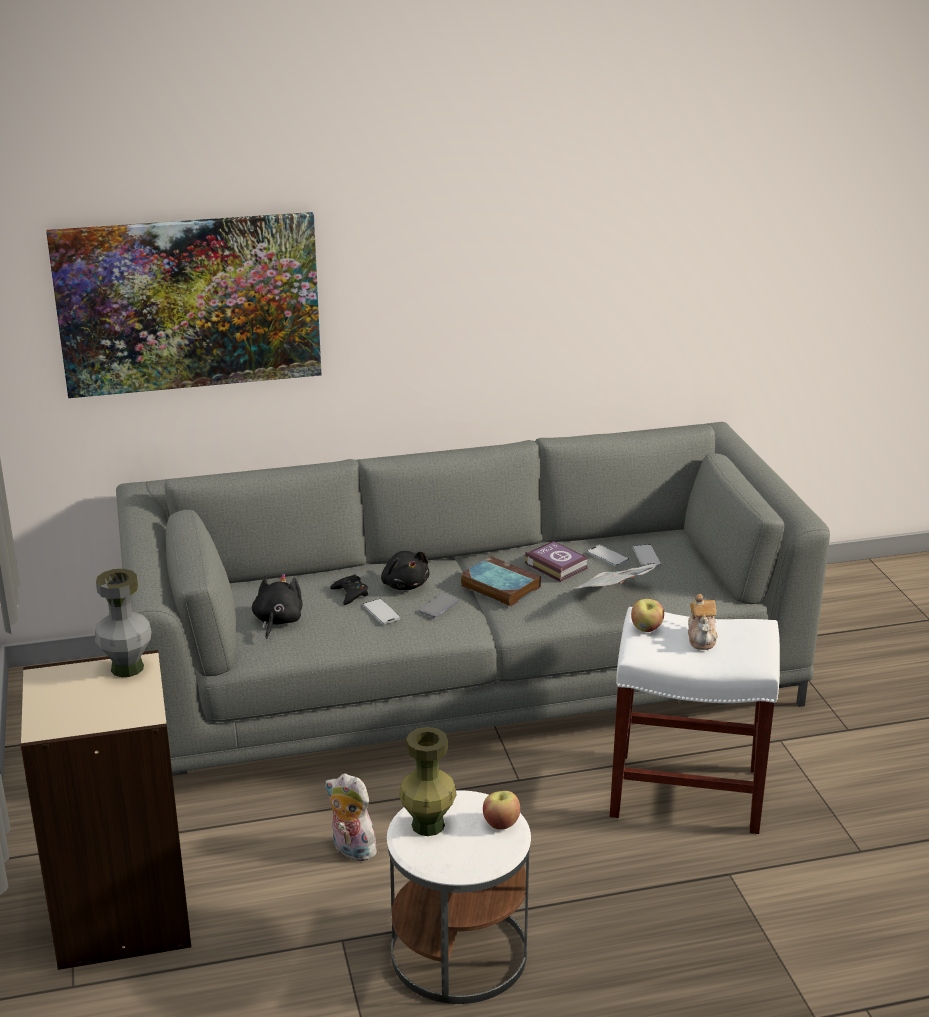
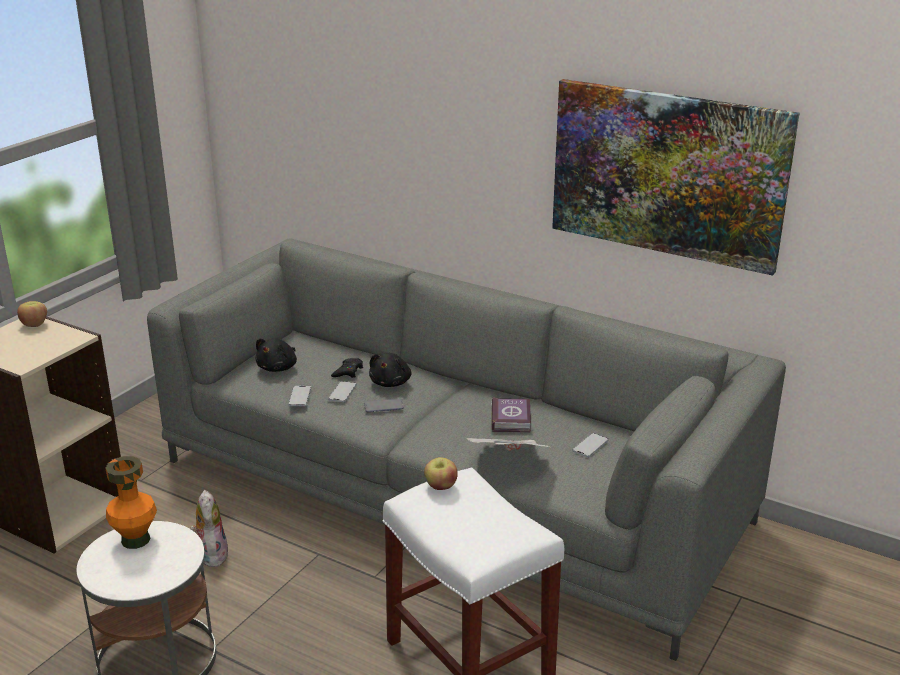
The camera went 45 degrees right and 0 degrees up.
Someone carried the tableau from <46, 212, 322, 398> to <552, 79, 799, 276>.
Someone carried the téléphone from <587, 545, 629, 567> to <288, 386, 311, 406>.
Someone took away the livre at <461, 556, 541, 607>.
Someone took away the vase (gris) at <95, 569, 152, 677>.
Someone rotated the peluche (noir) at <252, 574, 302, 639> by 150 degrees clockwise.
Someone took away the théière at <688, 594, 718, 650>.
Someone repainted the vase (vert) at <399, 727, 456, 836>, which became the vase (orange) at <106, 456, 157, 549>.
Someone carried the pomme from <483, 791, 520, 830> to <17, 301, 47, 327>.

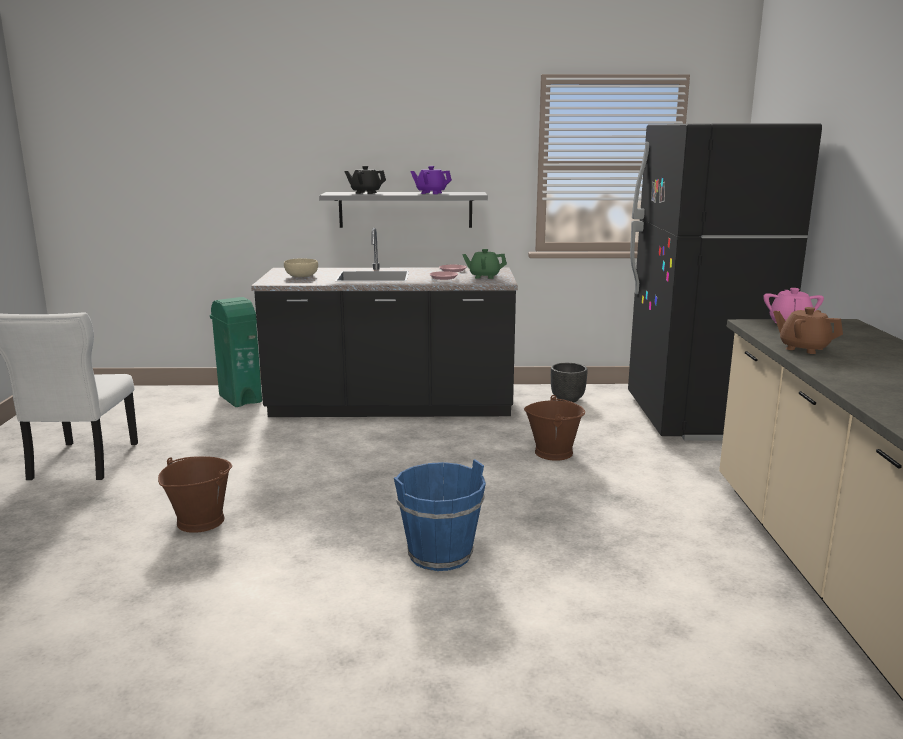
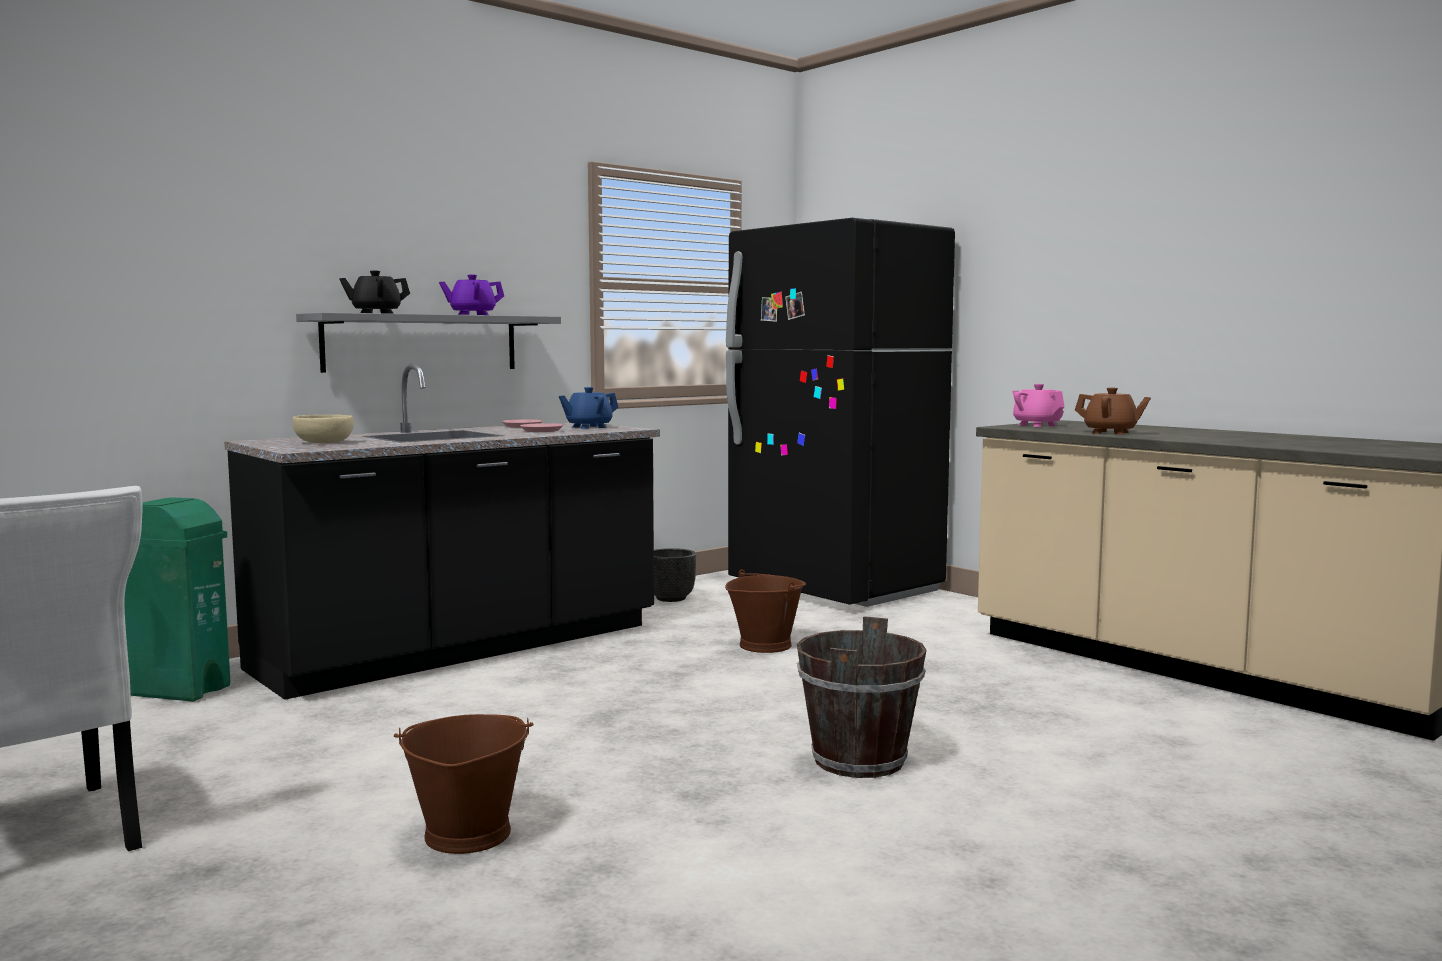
The camera went 40 degrees left and 10 degrees down.
Someone repainted the théière (vert) at <462, 249, 507, 279>, which became the théière (bleu) at <559, 387, 618, 429>.
Someone rotated the théière (marron) at <773, 307, 843, 354> by 150 degrees counterclockwise.
Someone repainted the seau (bleu) at <394, 459, 486, 571>, which became the seau (marron) at <797, 616, 927, 778>.

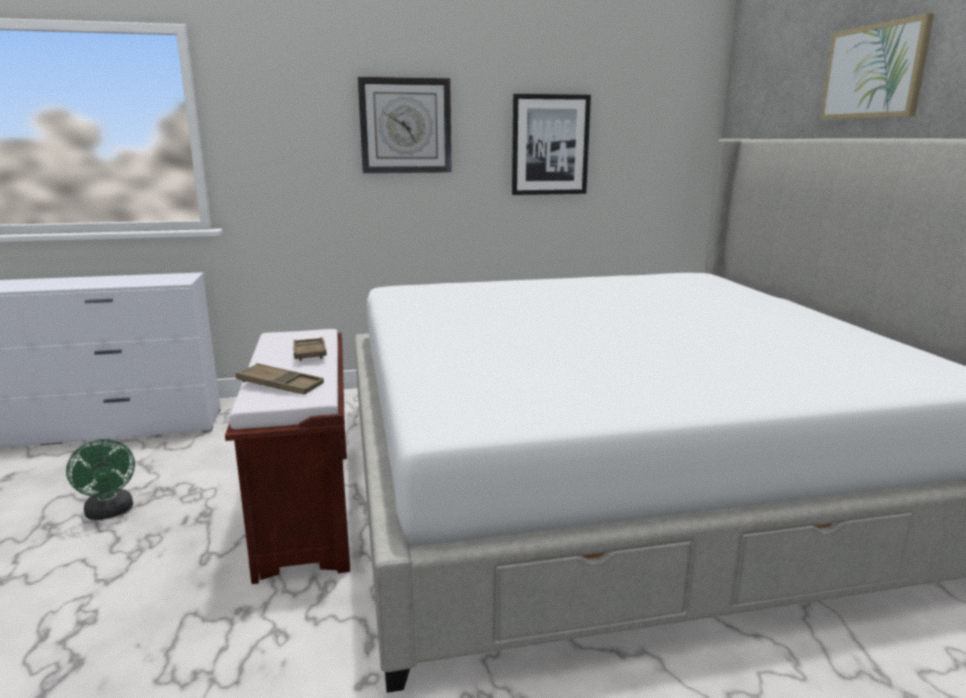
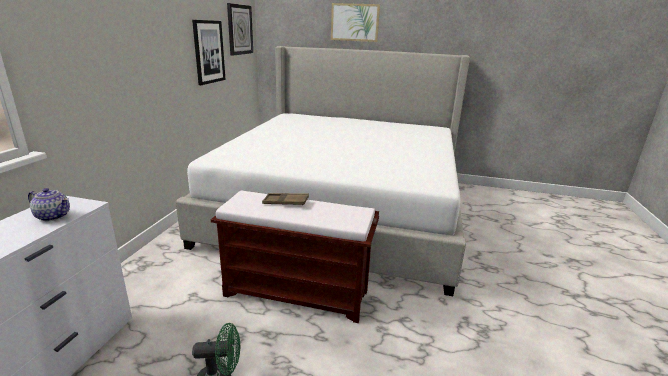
The camera went 65 degrees left and 5 degrees up.
Someone carried the horloge murale from <358, 77, 452, 173> to <227, 3, 253, 56>.
Someone took away the plateau (marron) at <236, 363, 324, 395>.
Someone put down the théière at <28, 188, 70, 221>.

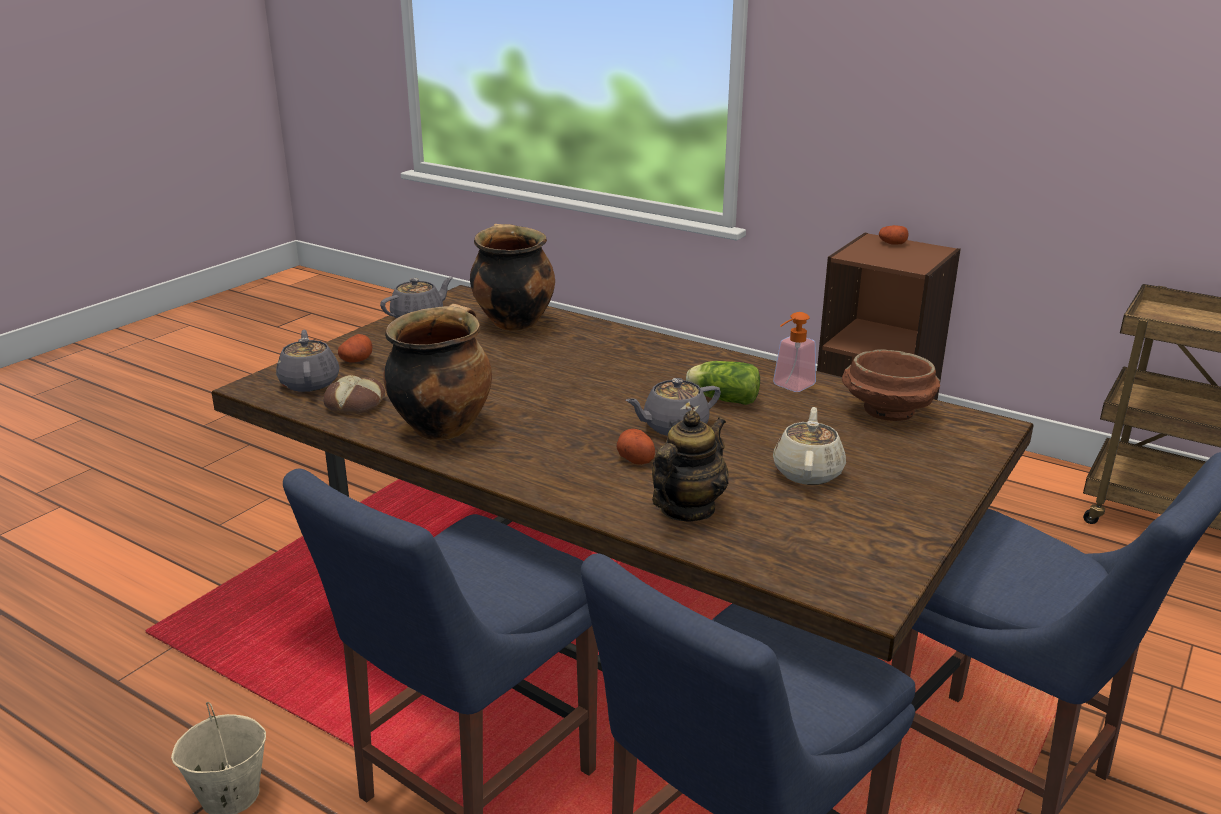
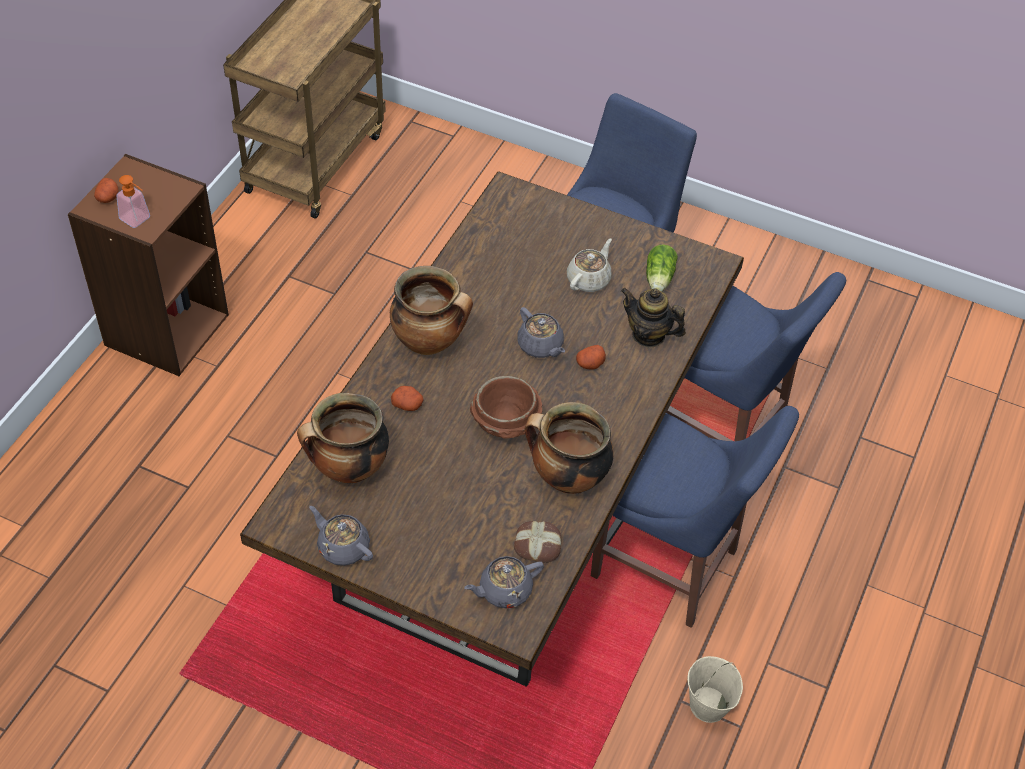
The camera went 100 degrees left and 25 degrees up.
Someone carried the distributeur de savon from <773, 312, 816, 392> to <117, 175, 150, 228>.
Someone carried the pomme de terre from <338, 334, 373, 363> to <391, 386, 424, 411>.
Someone carried the bol (marron) from <842, 350, 940, 421> to <470, 376, 542, 438>.
Someone carried the laitue from <686, 361, 760, 405> to <646, 245, 678, 291>.
Someone rotated the théière (beige) at <773, 407, 846, 485> by 120 degrees clockwise.
Someone put down the marmite at <390, 266, 473, 355>.

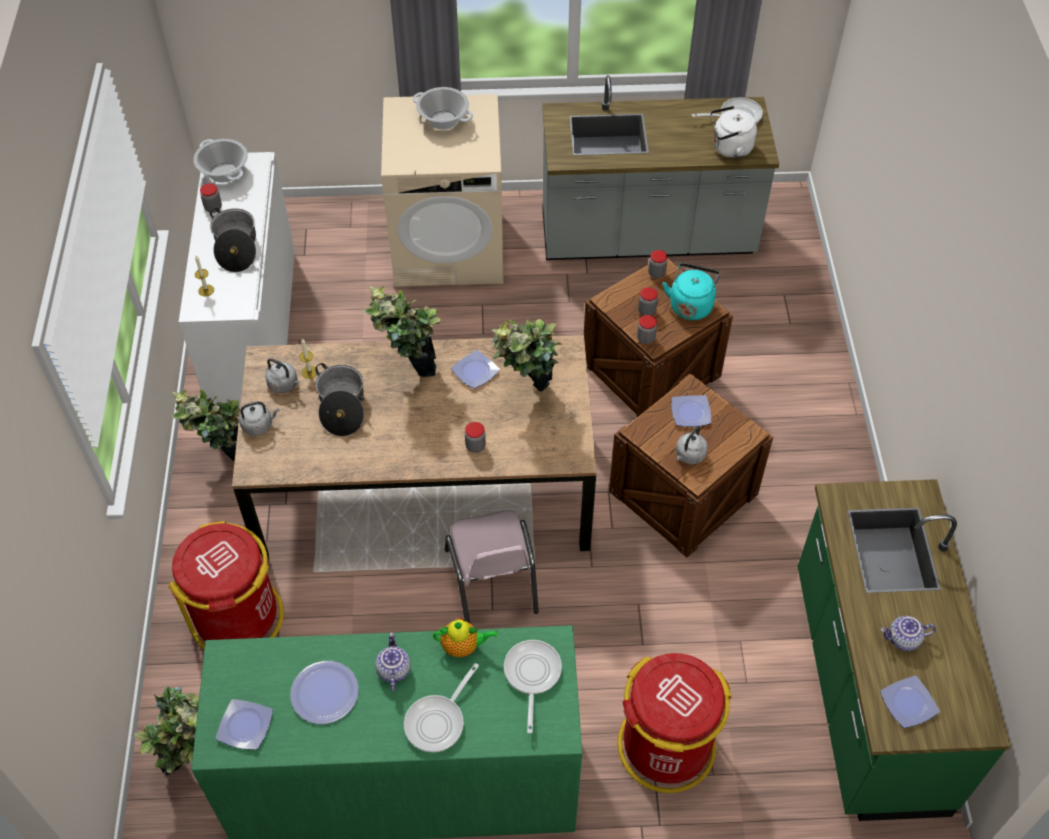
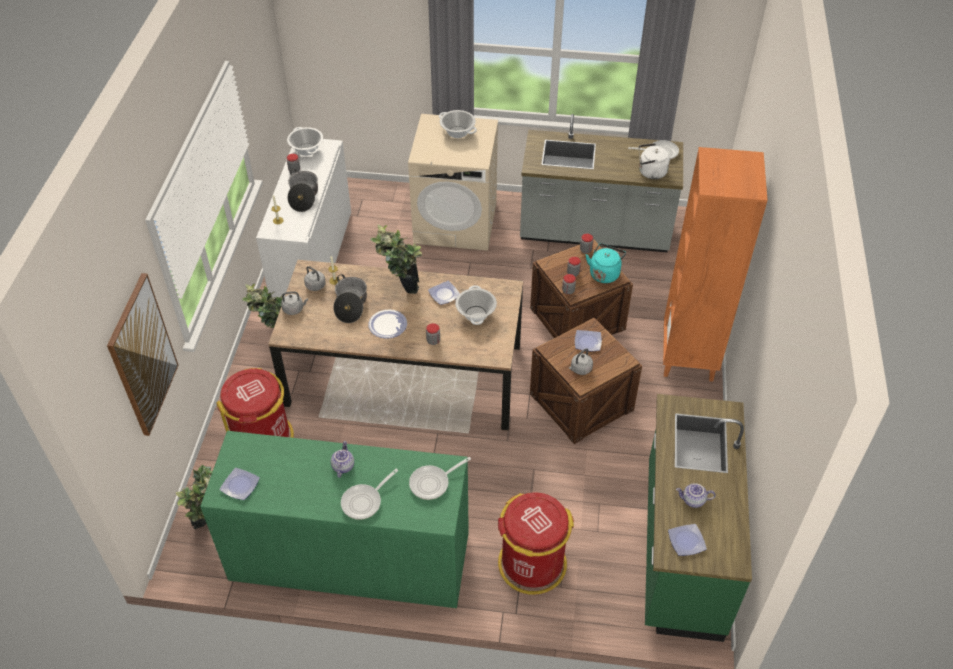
The camera went 10 degrees right and 5 degrees down.
Someone swapped the plante en pot at <491, 319, 562, 392> for the marmite at <455, 285, 497, 325>.
Someone took away the chaise (rose) at <445, 510, 539, 623>.
Someone took away the théière at <433, 618, 498, 658>.
Someone rotated the poêle at <504, 640, 562, 734> by 135 degrees counterclockwise.
Someone carried the assiette from <290, 661, 359, 724> to <368, 309, 407, 339>.
Someone put down the bibliothèque (orange) at <663, 147, 768, 382>.
Someone put up the tableau at <107, 273, 179, 436>.

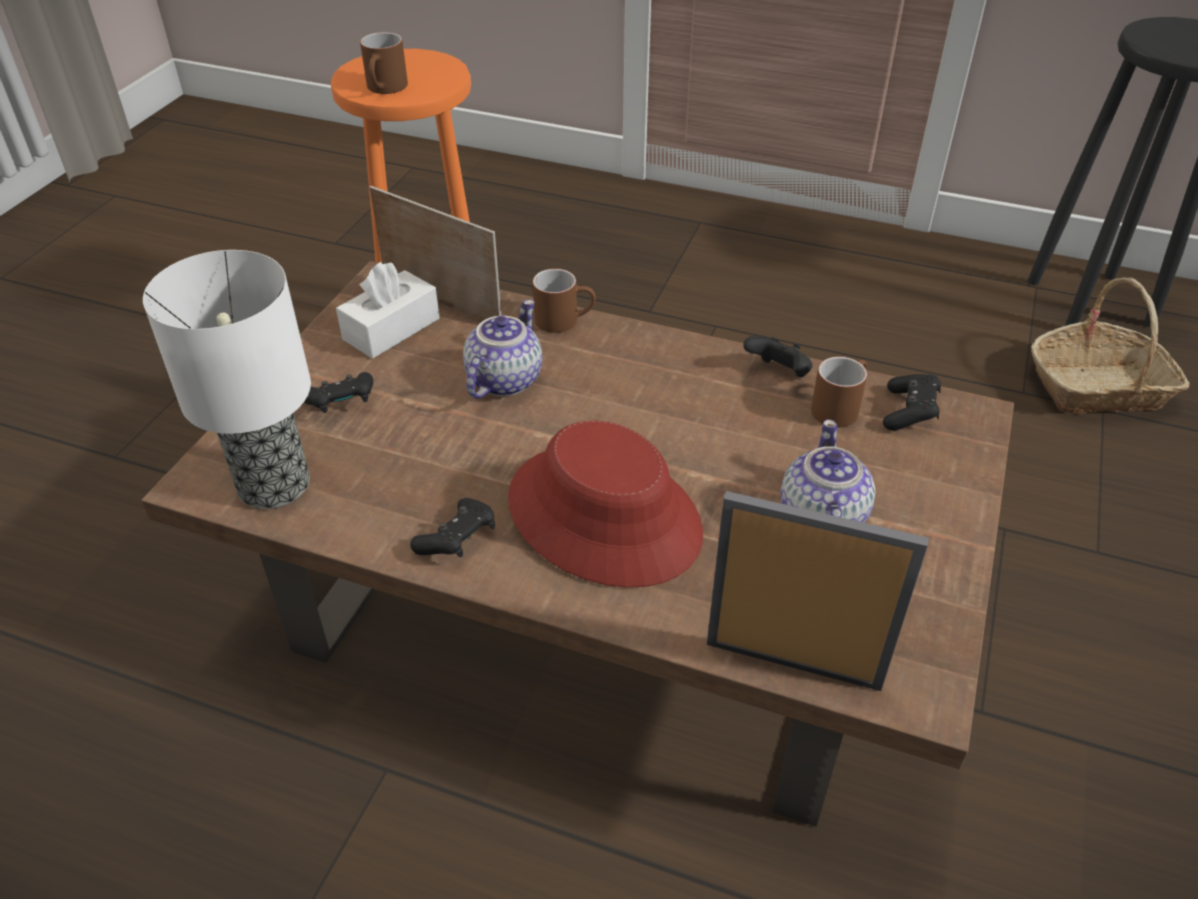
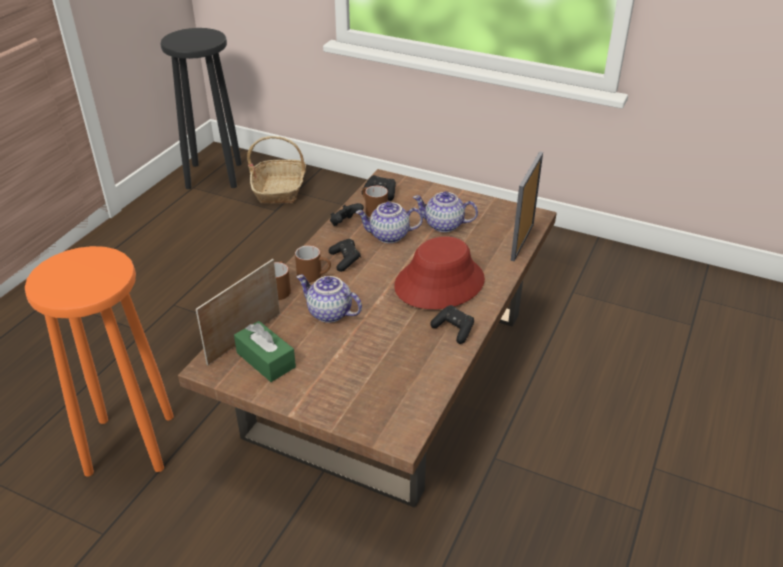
The camera went 85 degrees left and 5 degrees down.
Someone carried the mug (marron) from <360, 32, 408, 94> to <295, 245, 331, 282>.
Someone took away the lampe de table at <143, 250, 311, 509>.
Someone repainted the boîte à mouchoirs (blanc) at <336, 262, 440, 359>, which became the boîte à mouchoirs (vert) at <234, 321, 296, 382>.
Someone carried the manette (noir) from <304, 372, 373, 413> to <329, 239, 361, 272>.
Someone put down the théière at <356, 202, 423, 243>.

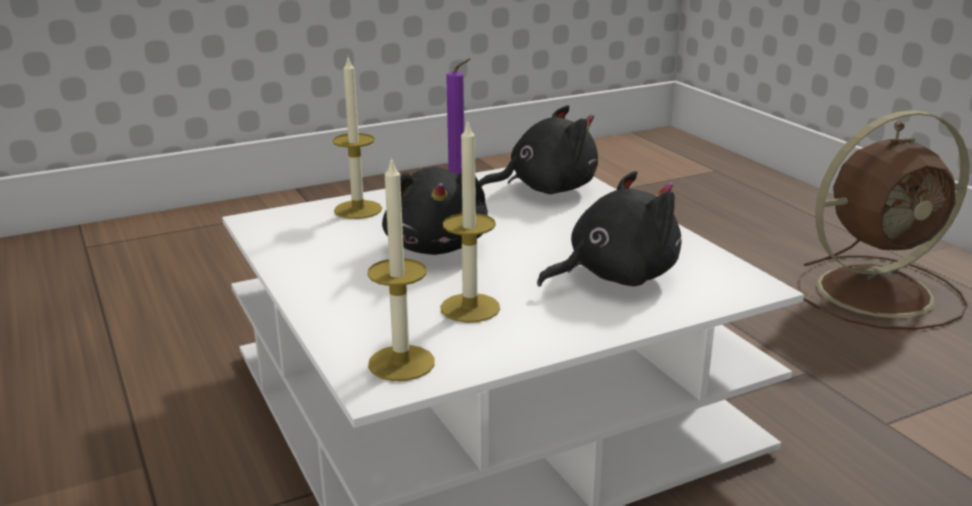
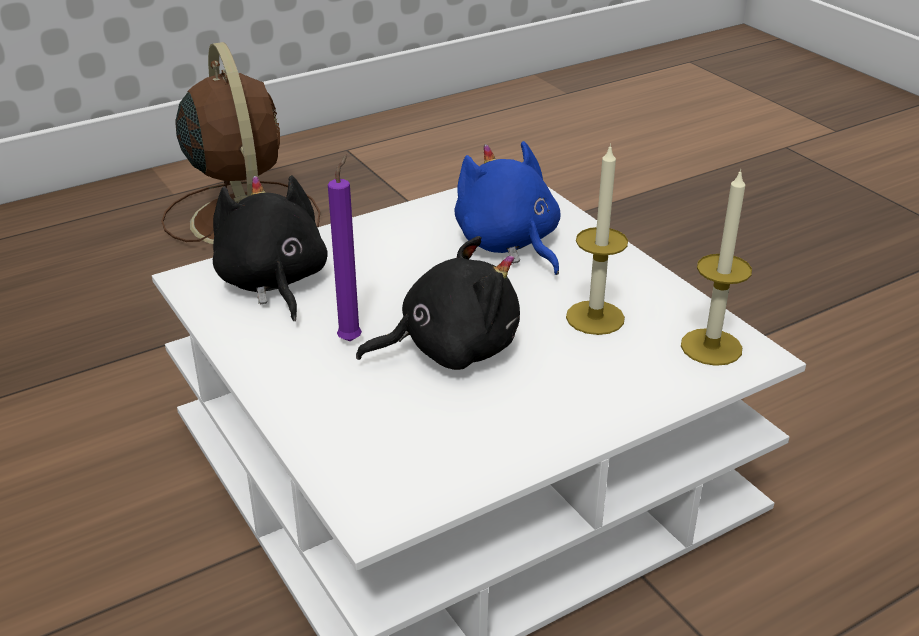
The camera went 95 degrees left and 10 degrees up.
Someone took away the bougie at <332, 58, 382, 219>.
Someone repainted the peluche (noir) at <537, 171, 681, 287>, which became the peluche (bleu) at <455, 141, 561, 275>.

